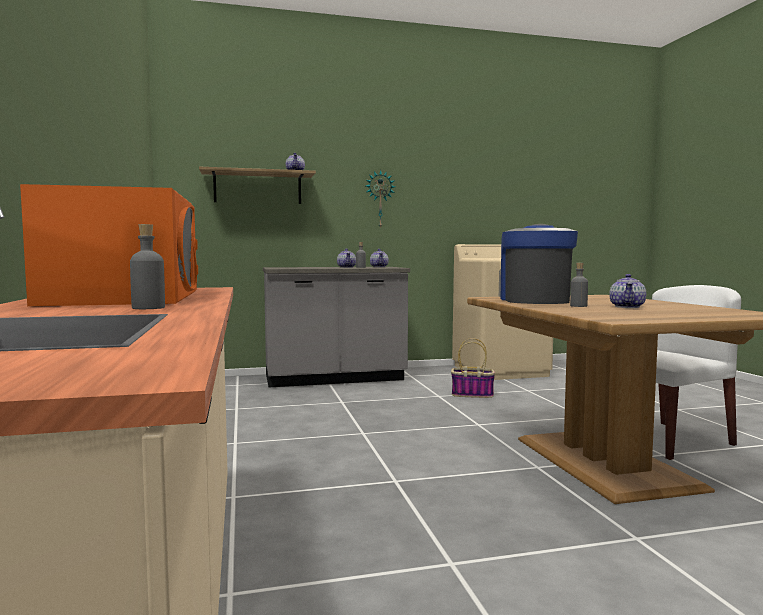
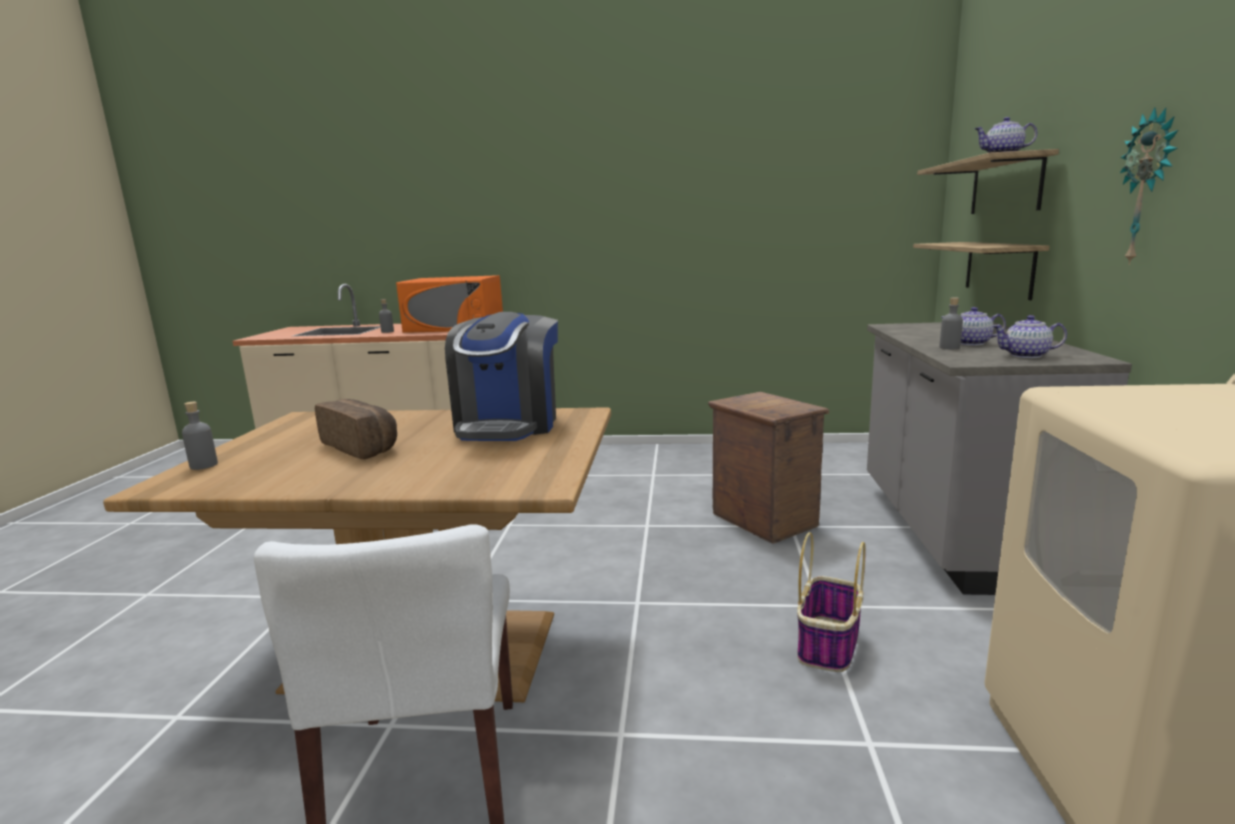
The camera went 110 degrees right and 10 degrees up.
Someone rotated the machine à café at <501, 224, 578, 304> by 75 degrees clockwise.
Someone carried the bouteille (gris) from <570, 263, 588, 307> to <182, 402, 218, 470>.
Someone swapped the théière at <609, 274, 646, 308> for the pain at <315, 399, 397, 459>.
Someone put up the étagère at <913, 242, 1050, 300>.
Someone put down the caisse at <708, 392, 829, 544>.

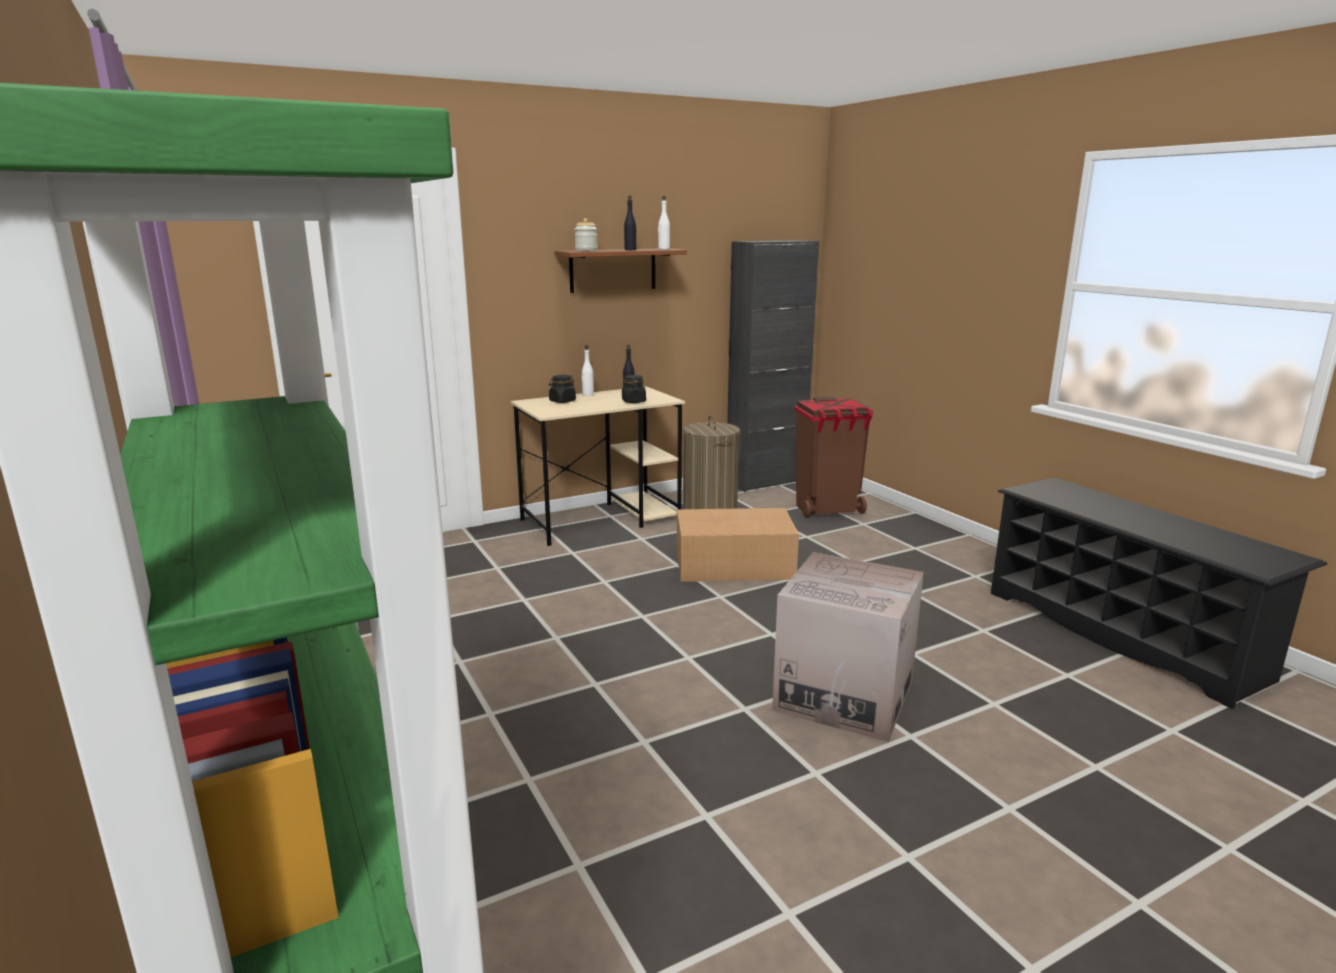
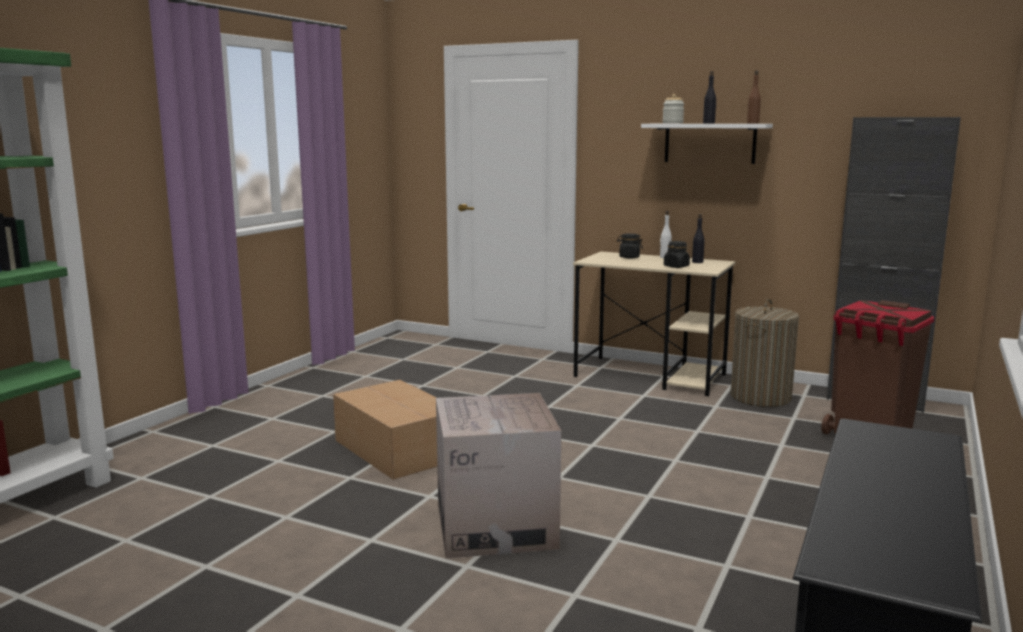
The camera went 55 degrees right and 5 degrees down.
Someone repainted the bouteille (blanc) at <658, 196, 670, 249>, which became the bouteille (marron) at <747, 70, 761, 123>.
Someone repainted the étagère (marron) at <554, 249, 687, 293>, which became the étagère (blanc) at <641, 124, 773, 164>.
Someone carried the carton from <677, 508, 799, 582> to <333, 380, 437, 480>.

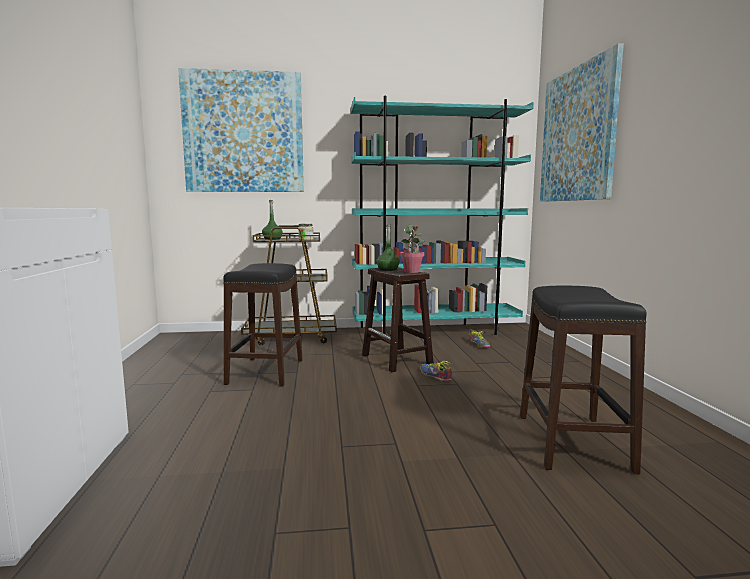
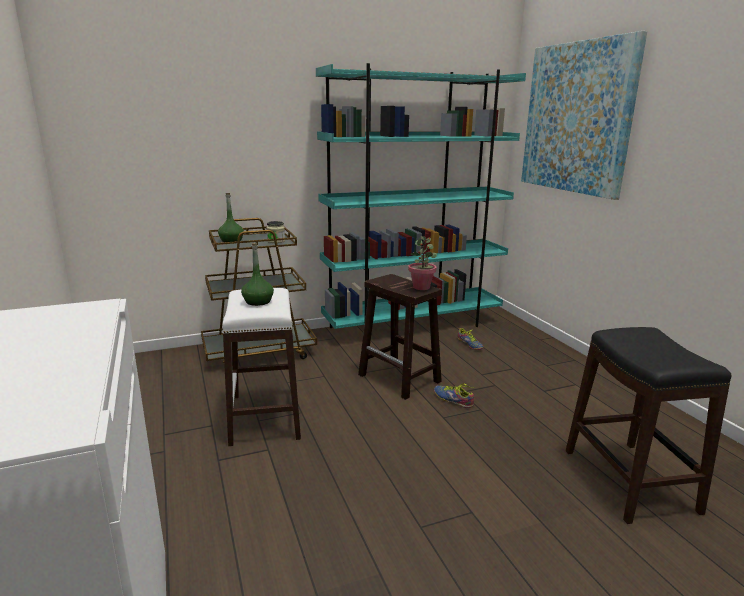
The camera went 15 degrees left and 10 degrees up.
Someone took away the tableau at <178, 68, 304, 192>.
Someone carried the bouteille (vert) from <376, 224, 400, 271> to <241, 243, 274, 306>.
Someone repainted the tabouret (noir) at <223, 263, 303, 387>, which became the tabouret (blanc) at <222, 288, 301, 446>.

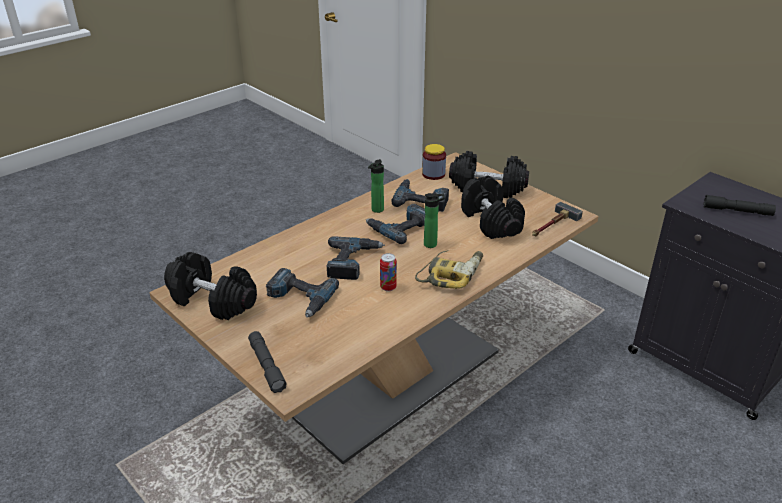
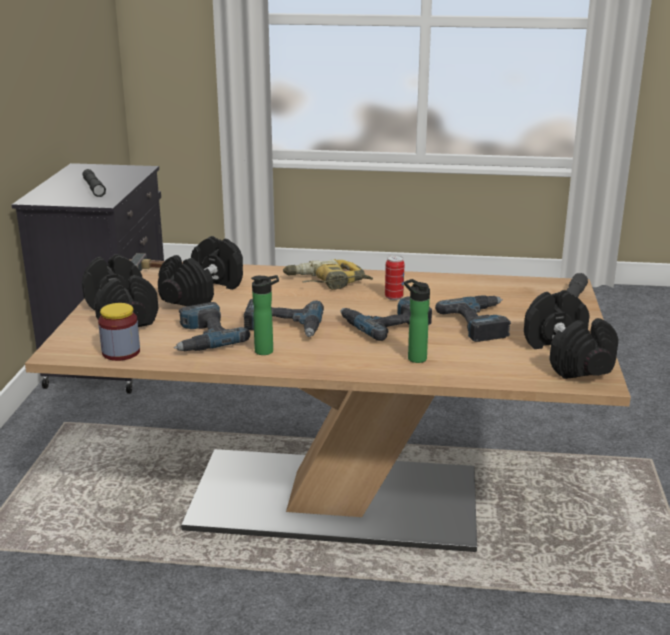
The camera went 130 degrees left and 10 degrees down.
Someone carried the bouteille from <424, 193, 445, 248> to <404, 279, 430, 363>.

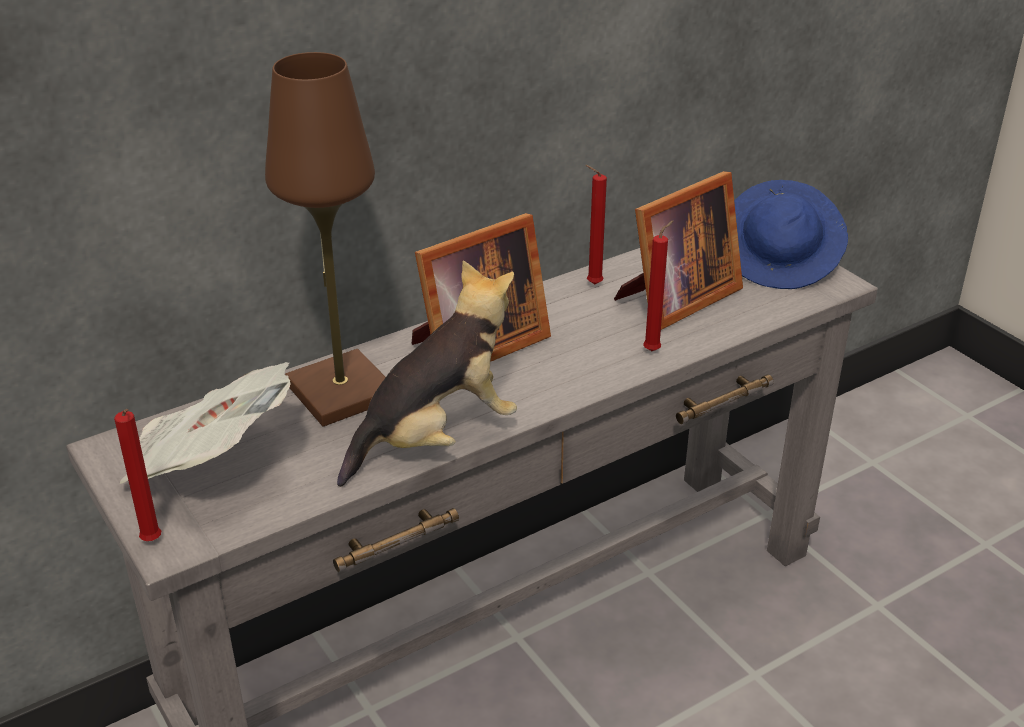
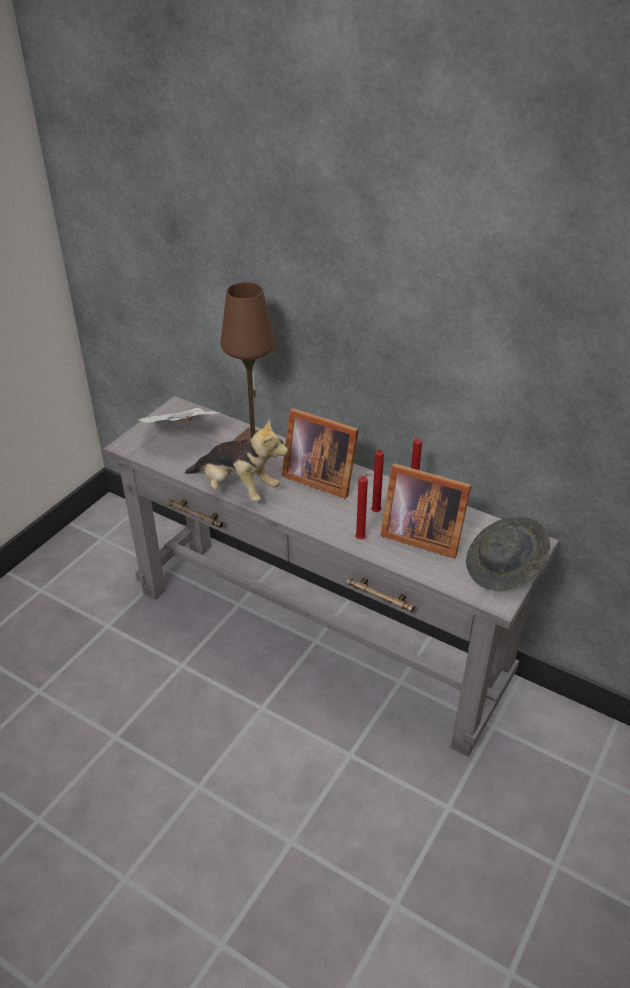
The camera went 65 degrees right and 5 degrees up.
Someone repainted the chapeau (bleu) at <734, 180, 848, 289>, which became the chapeau (gris) at <466, 517, 550, 590>.
Someone carried the bougie (rouge) from <114, 409, 161, 541> to <371, 449, 384, 512>.

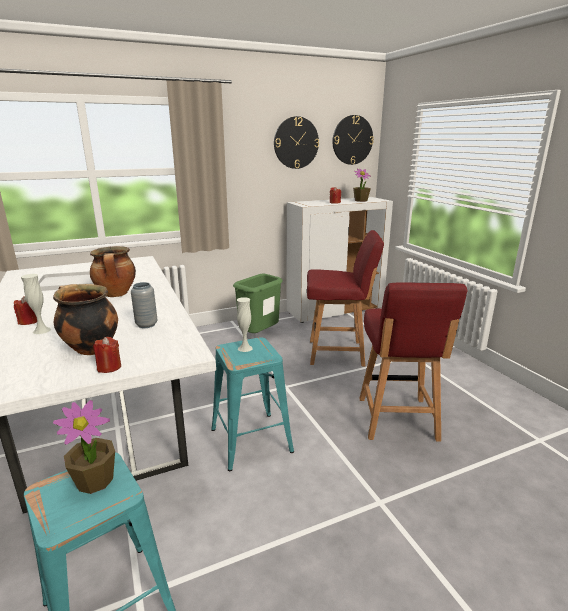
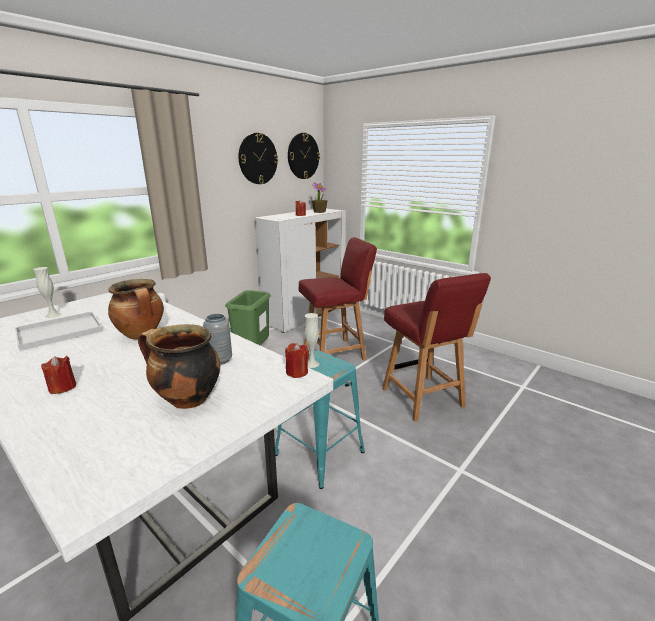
The camera went 25 degrees left and 0 degrees up.
Someone carried the vase (blanc) from <21, 274, 51, 334> to <33, 267, 62, 318>.
Someone carried the bougie (rouge) from <93, 337, 121, 373> to <285, 343, 309, 378>.
Someone took away the plante en pot at <53, 400, 115, 494>.

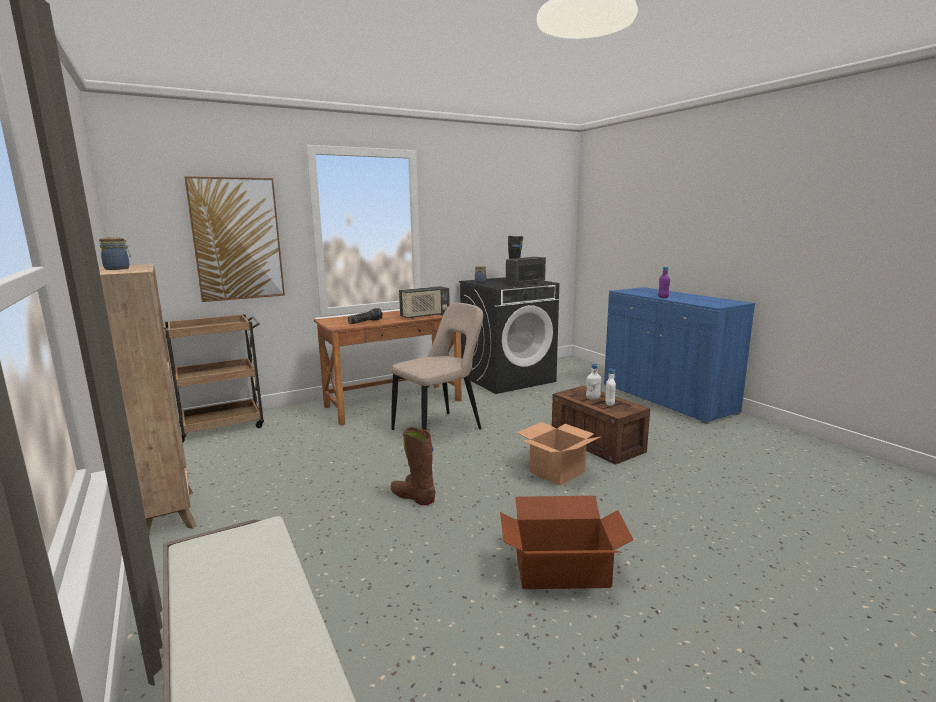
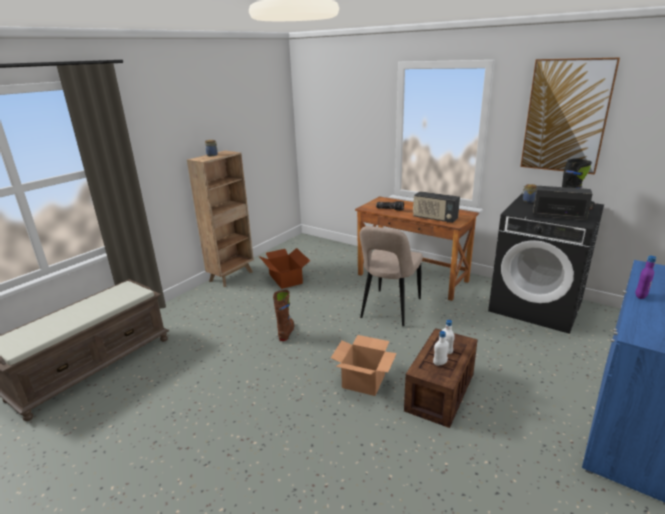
The camera went 65 degrees right and 10 degrees up.
Someone carried the tableau from <184, 176, 285, 302> to <520, 58, 620, 174>.
Someone rotated the chaise (beige) at <391, 303, 483, 430> by 90 degrees clockwise.
Someone took away the chariot (marron) at <164, 314, 264, 442>.
Someone carried the carton from <500, 496, 634, 589> to <259, 248, 310, 289>.

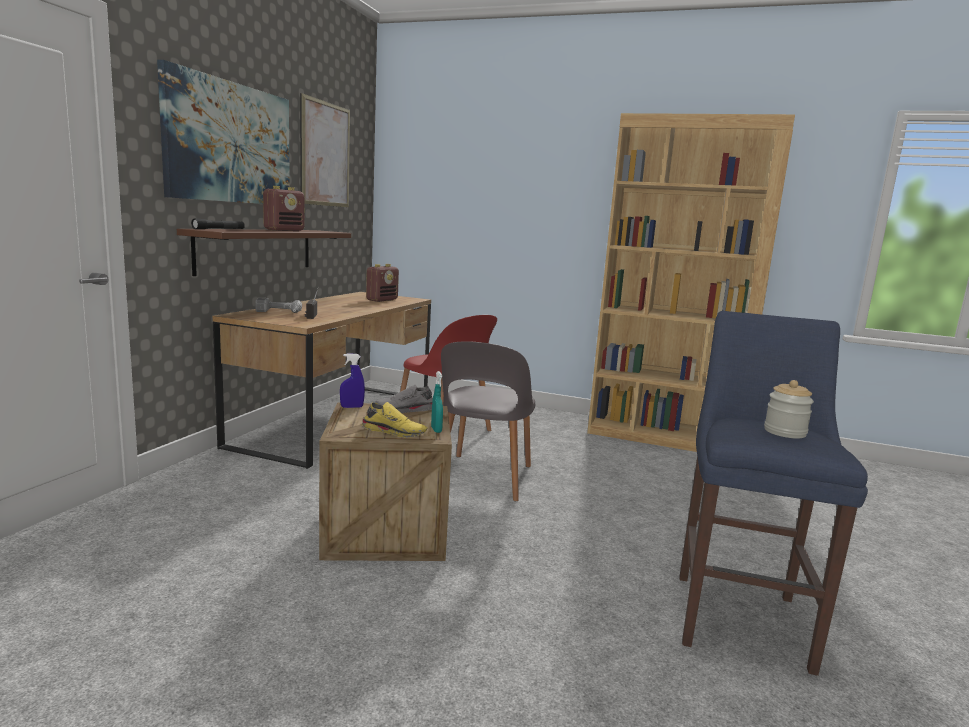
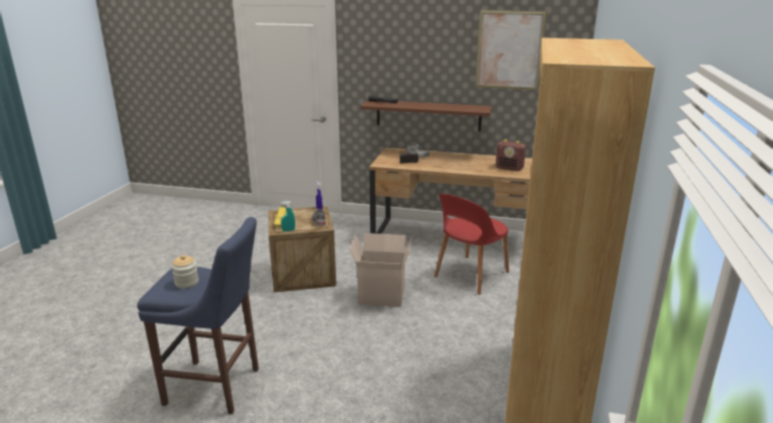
The camera went 85 degrees right and 10 degrees up.
Someone took away the tableau at <157, 60, 290, 204>.
Someone took away the radio at <263, 186, 305, 231>.
Someone swapped the chaise (gris) at <441, 341, 535, 501> for the carton at <350, 233, 412, 307>.

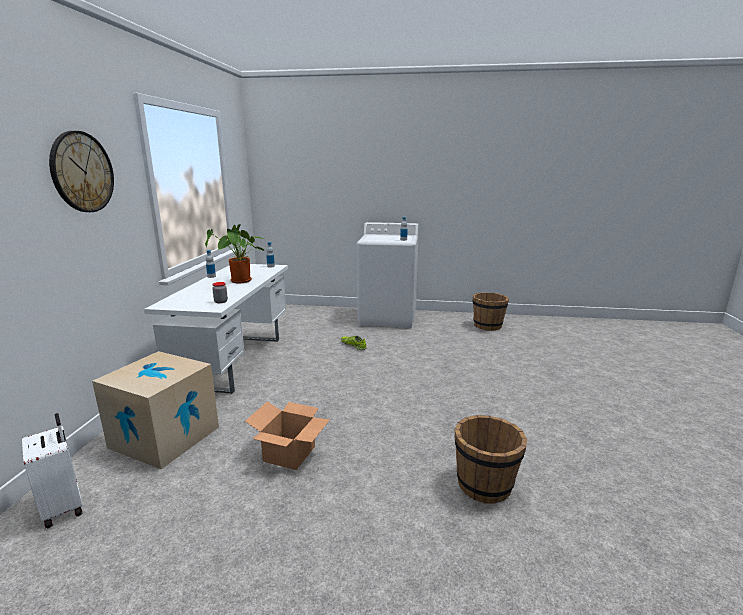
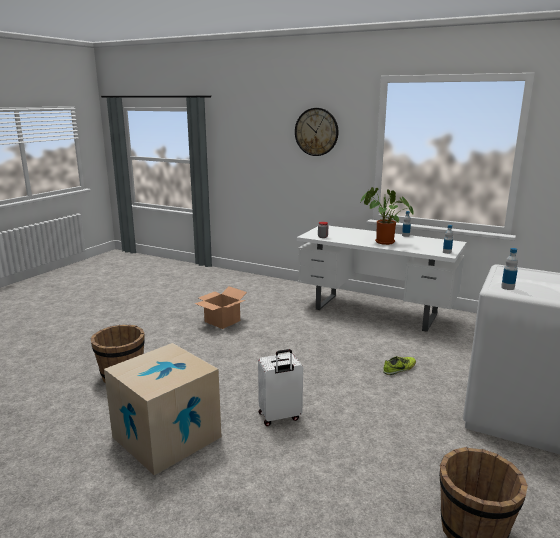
The camera went 110 degrees right and 0 degrees up.
Someone carried the carton from <92, 351, 219, 469> to <104, 343, 221, 475>.
Someone carried the valise (blanc) from <22, 413, 83, 529> to <258, 349, 303, 426>.

